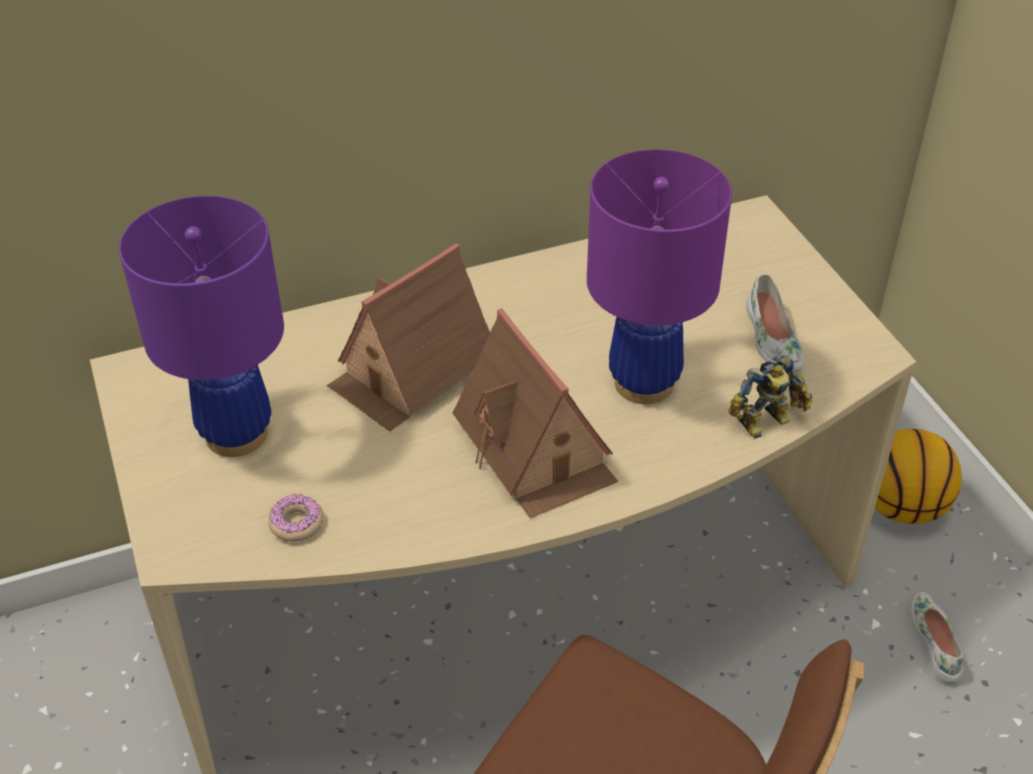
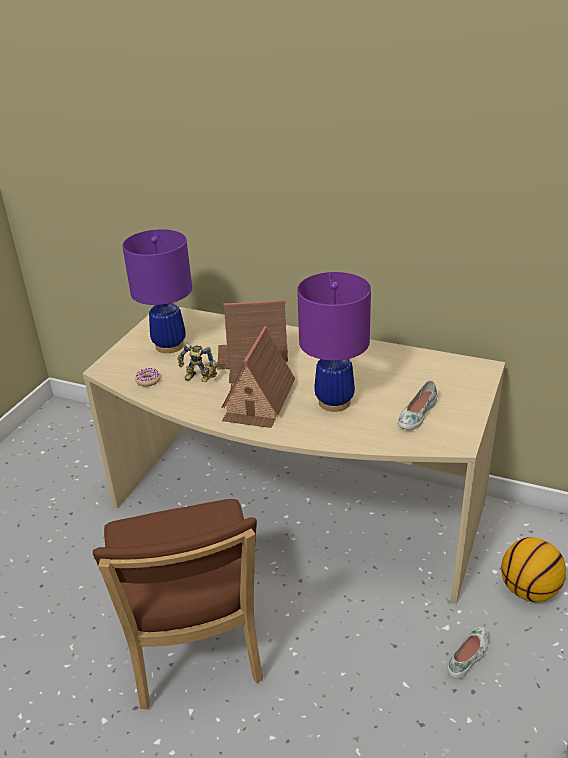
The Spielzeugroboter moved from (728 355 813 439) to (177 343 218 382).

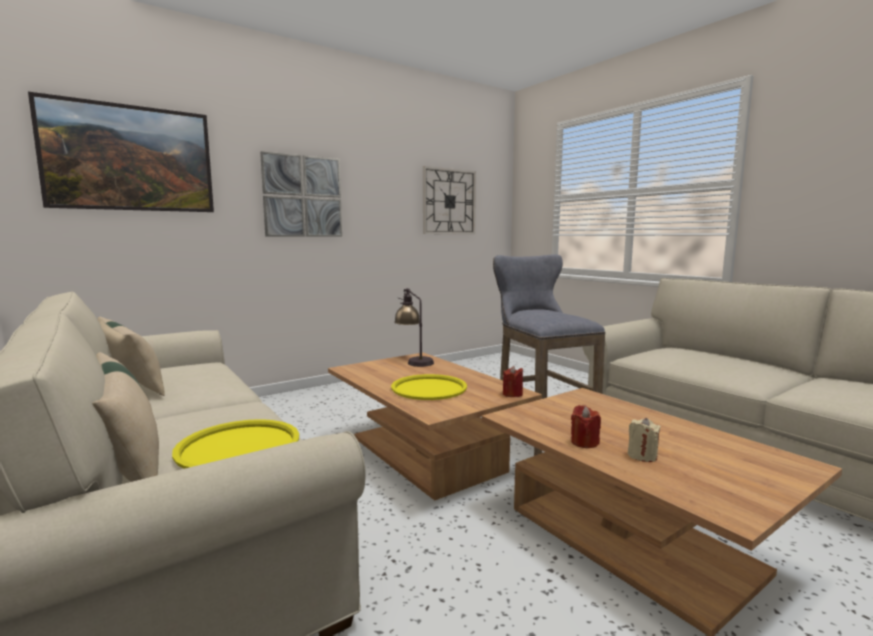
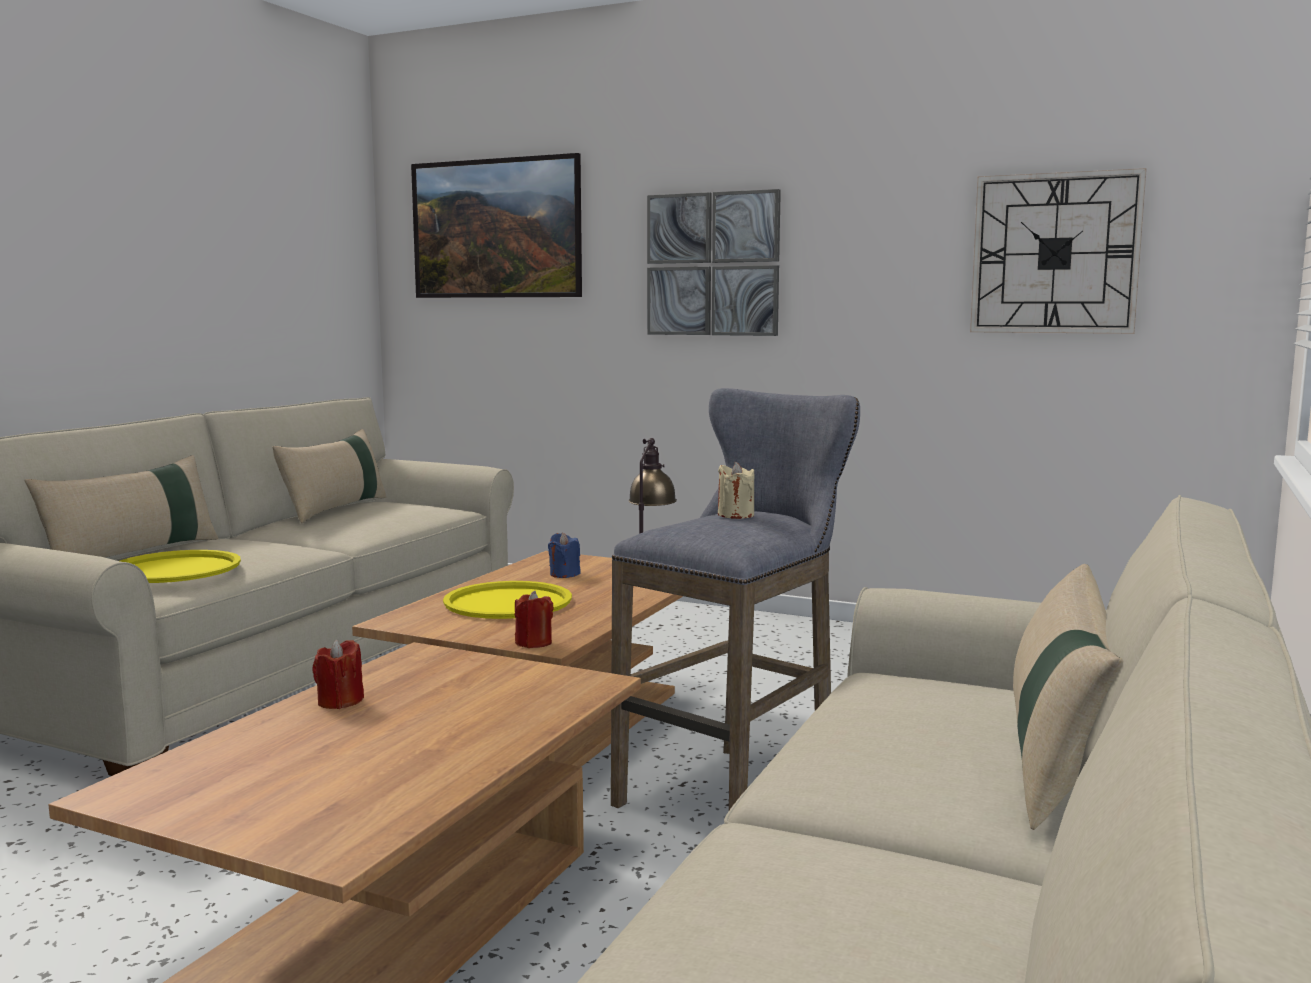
The Kerze (beige) moved from (628 418 661 462) to (718 462 755 519). The Kerze (blau) at (548 532 581 578) appeared. The Kissen (beige) at (1013 564 1123 830) appeared.

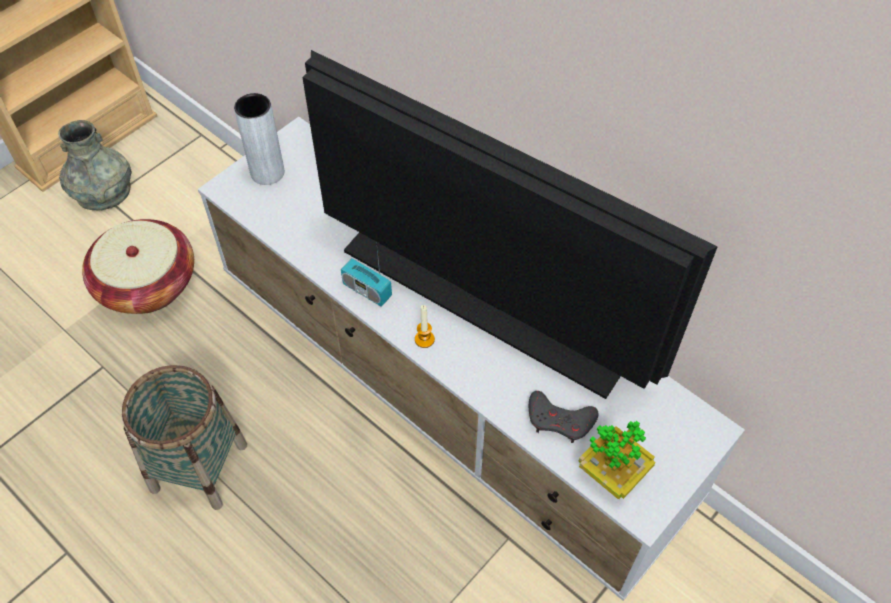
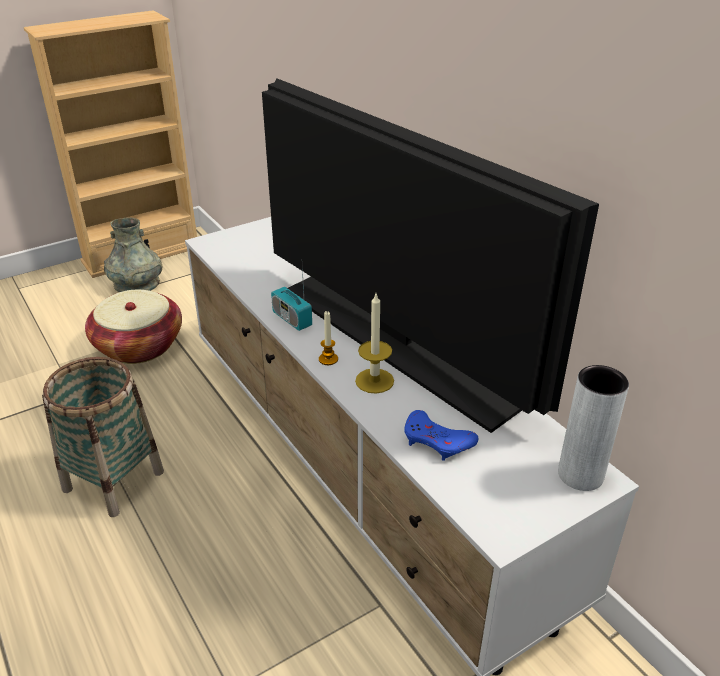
The Vase (grau) moved from (234 93 284 185) to (558 365 629 491). The Gamepad (grau) at (529 391 598 443) became the Gamepad (blau) at (404 410 478 461). The Topfpflanze at (578 421 655 499) disappeared. The Kerze at (355 294 394 394) appeared.

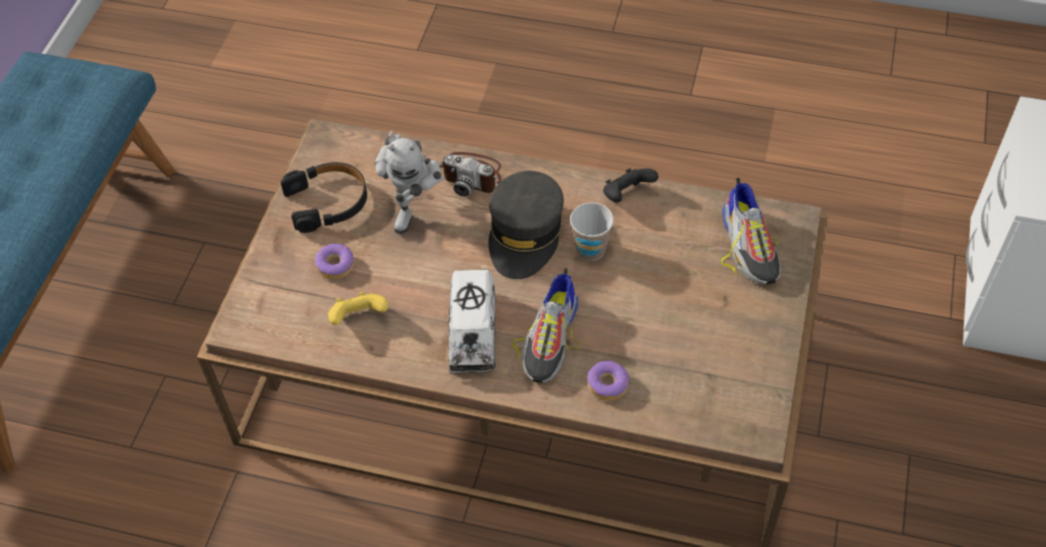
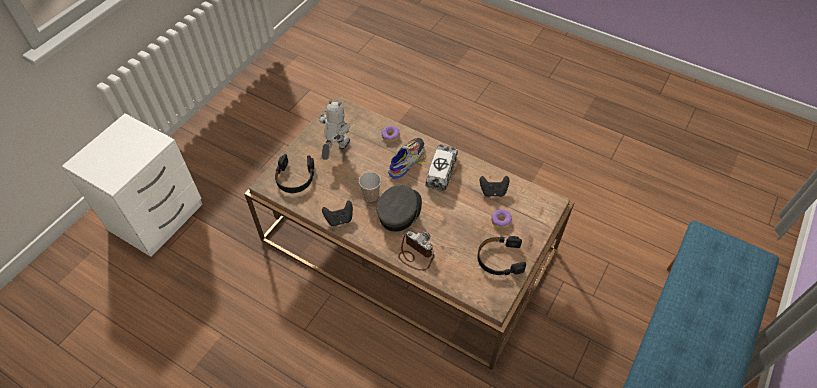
The Gamepad (gelb) at (328 292 388 325) became the Gamepad (schwarz) at (480 176 509 197). The Spielzeugroboter moved from (375 131 445 234) to (319 100 350 160). The Schuh at (721 178 781 284) was replaced by the Kopfhörer (schwarz) at (275 154 314 193).

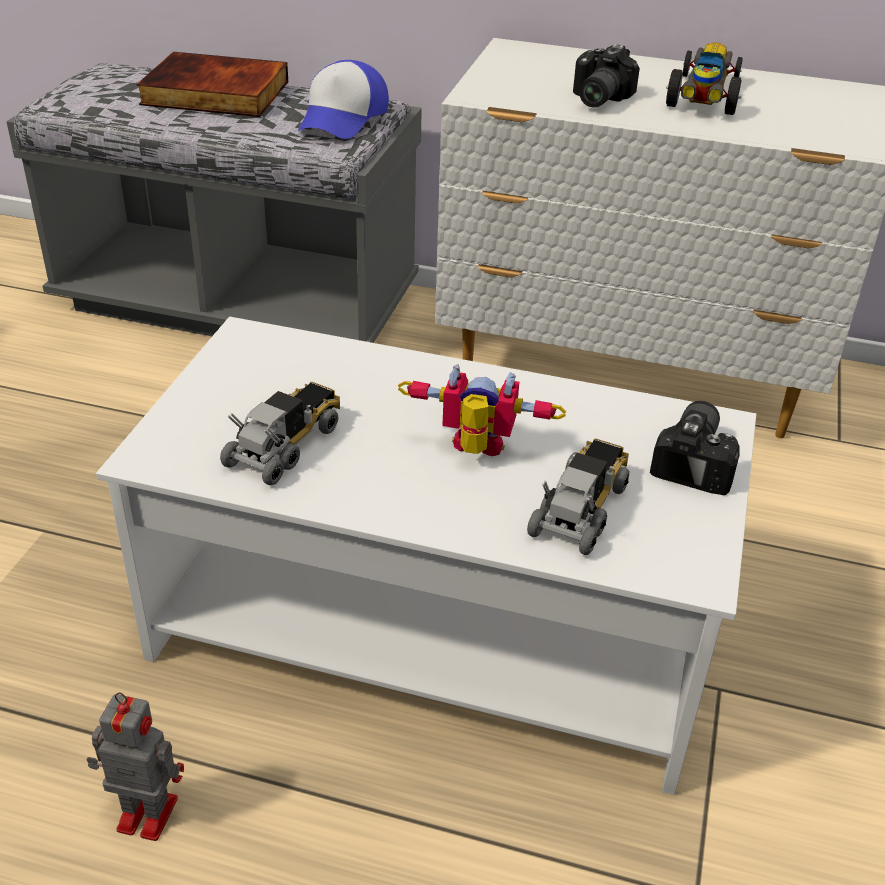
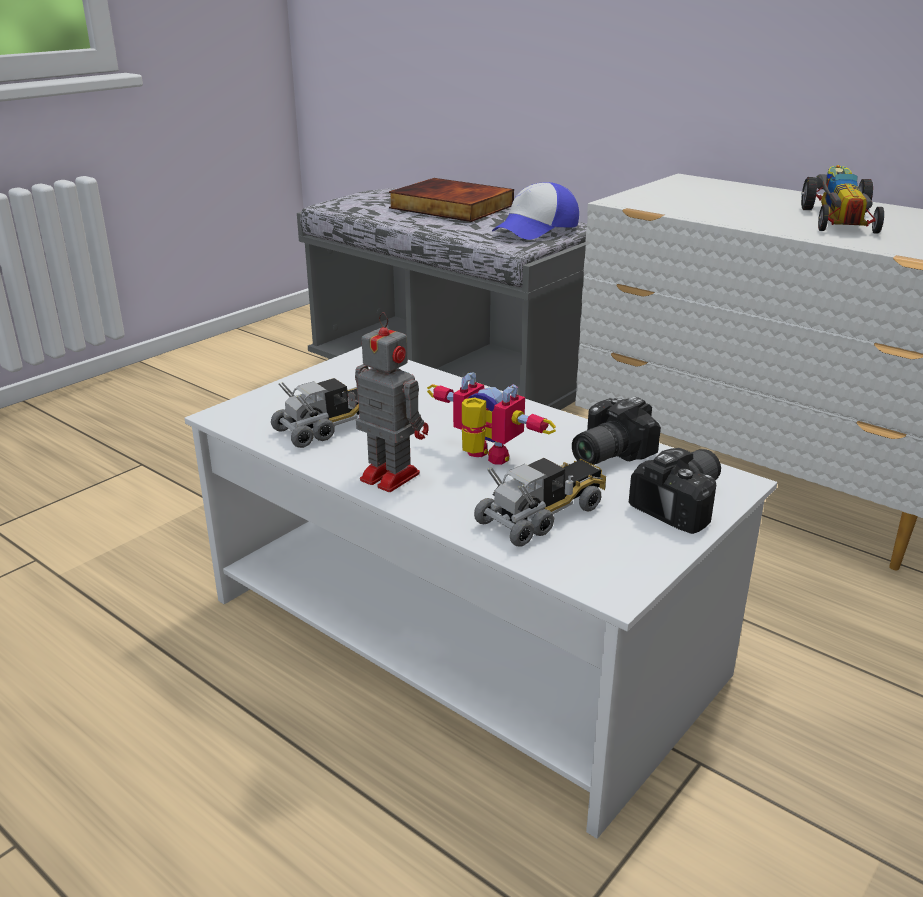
The Spielzeugroboter moved from (87 692 184 841) to (348 312 429 492). The Kamera moved from (573 44 640 107) to (572 397 661 466). The Spielzeugauto at (666 42 743 115) turned 150 degrees clockwise.

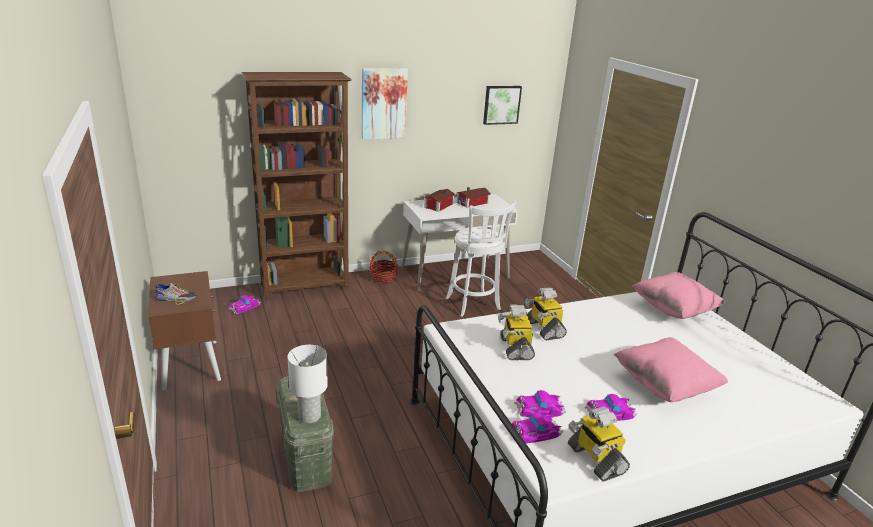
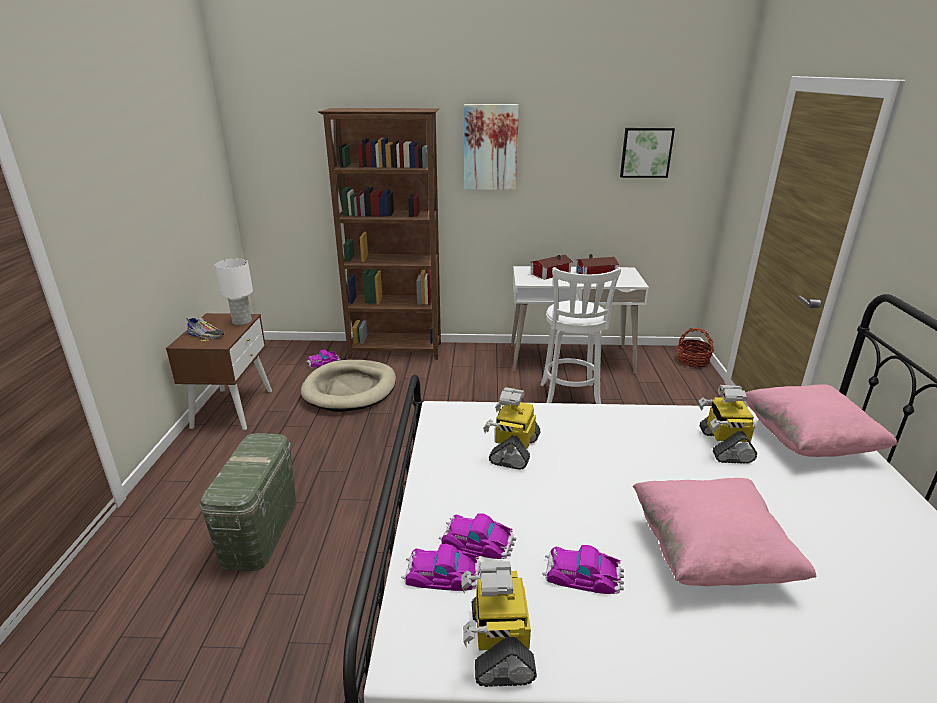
The Tischlampe (weiß) moved from (287 345 328 424) to (215 259 253 325). The Korb moved from (369 250 399 284) to (678 328 714 368). The Spielzeugroboter moved from (524 287 567 341) to (698 385 757 464). The Hundebett (beige) at (301 360 396 412) appeared.

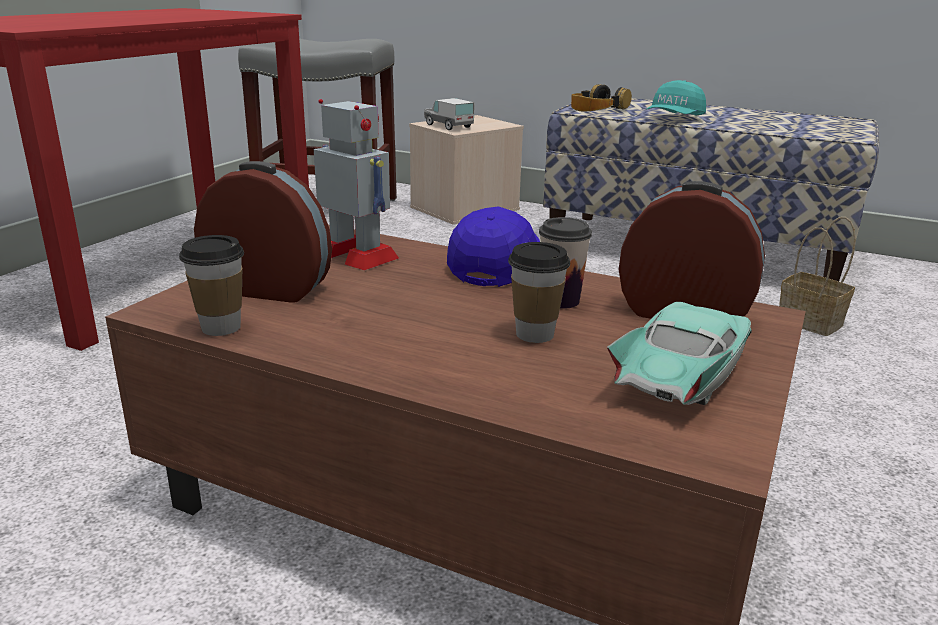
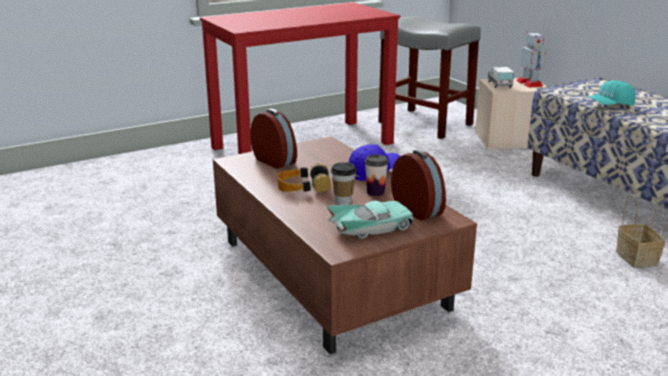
The Tasse at (179 235 244 336) disappeared. The Spielzeugroboter moved from (314 99 399 270) to (516 32 546 88). The Kopfhörer moved from (571 84 632 111) to (277 163 331 193).

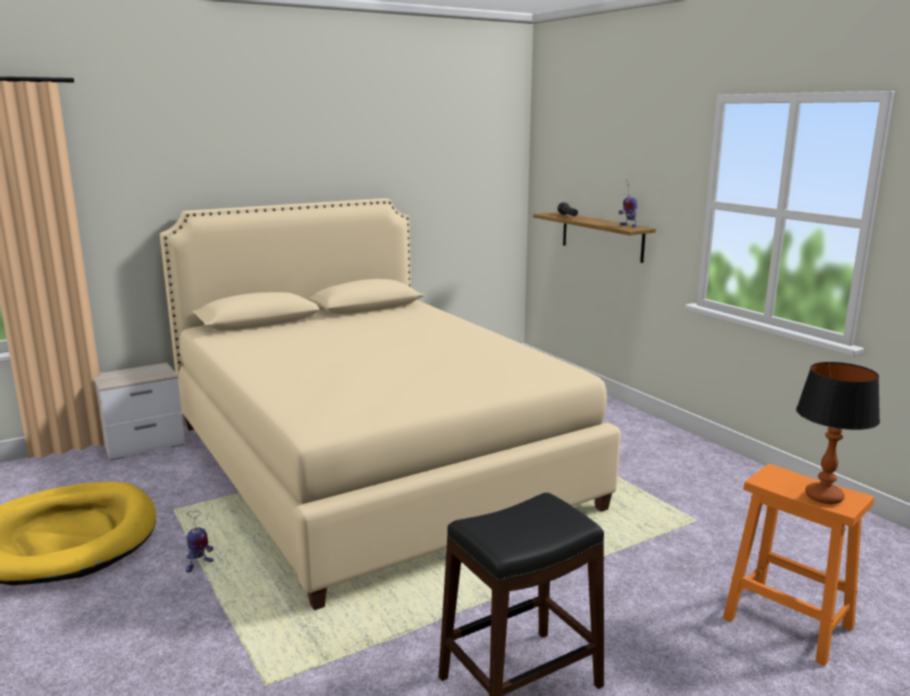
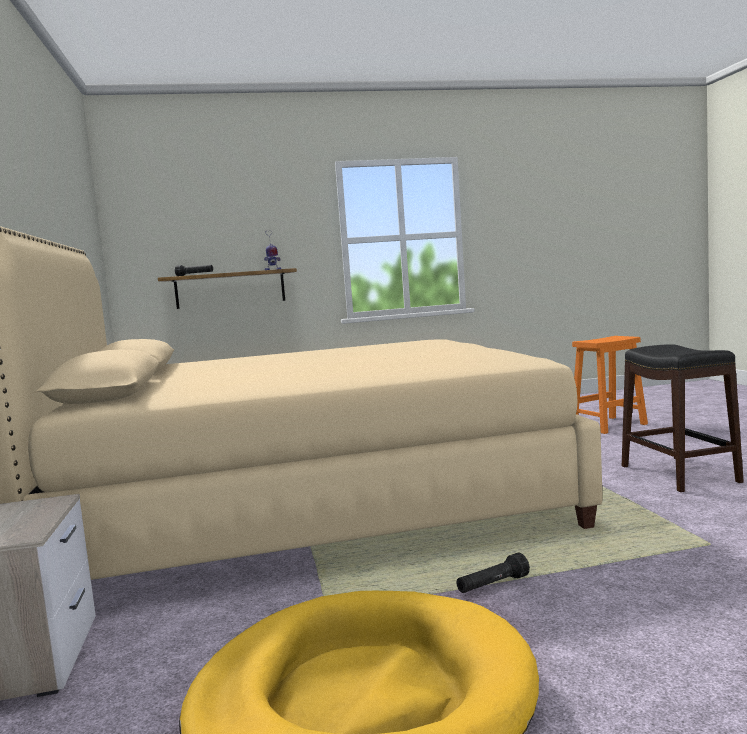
The Spielzeugroboter at (186 511 214 573) was replaced by the Taschenlampe (schwarz) at (457 553 530 593). The Tischlampe at (796 362 880 504) disappeared.

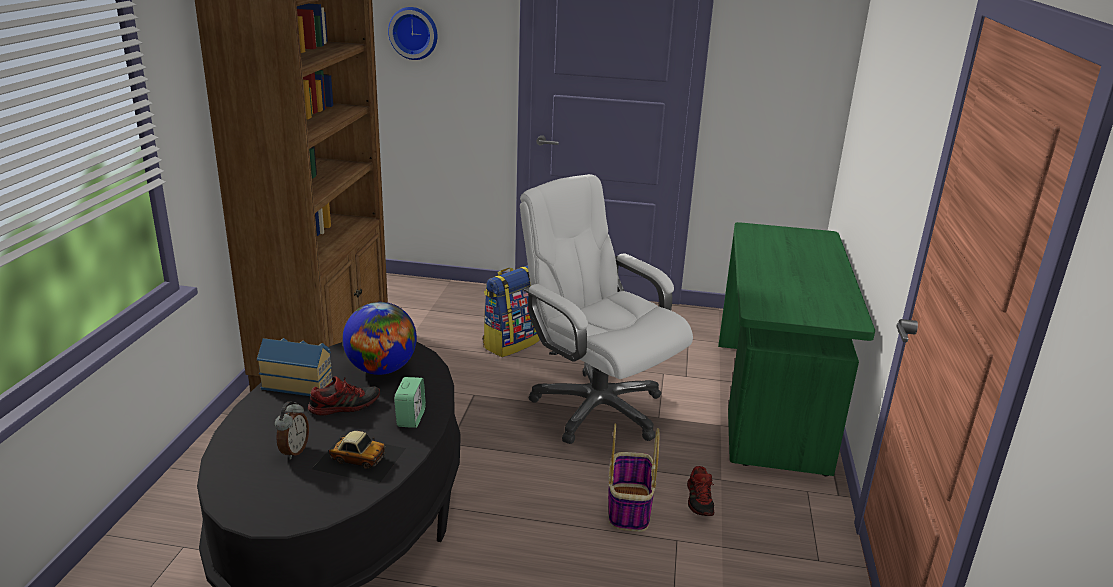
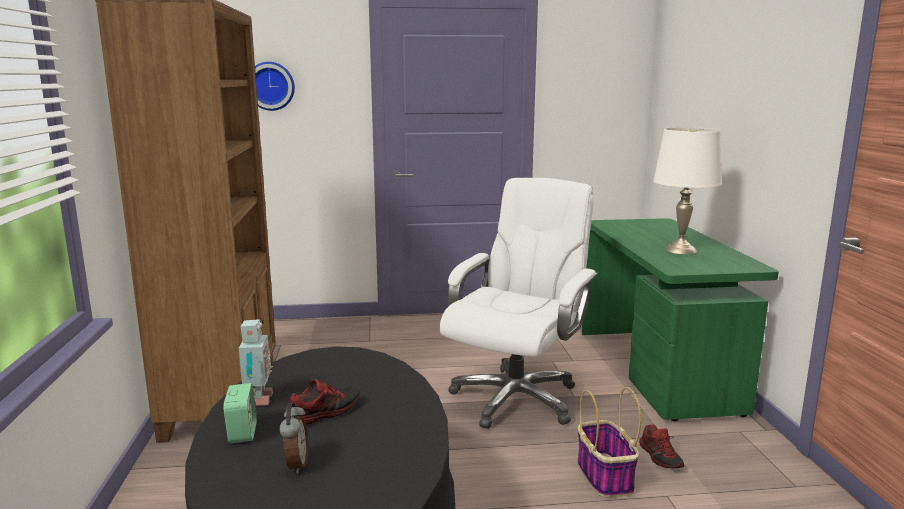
The Spielzeughaus at (257 338 333 396) was replaced by the Spielzeugroboter at (239 319 273 406). The Spielzeugauto at (312 431 406 484) disappeared. The Globus at (342 302 417 375) disappeared. The Wecker moved from (394 377 426 428) to (223 383 257 443). The Rucksack at (483 265 540 357) disappeared. The Bürostuhl (weiß) at (520 174 693 444) turned 90 degrees clockwise. The Tischlampe (weiß) at (653 127 722 254) appeared.

